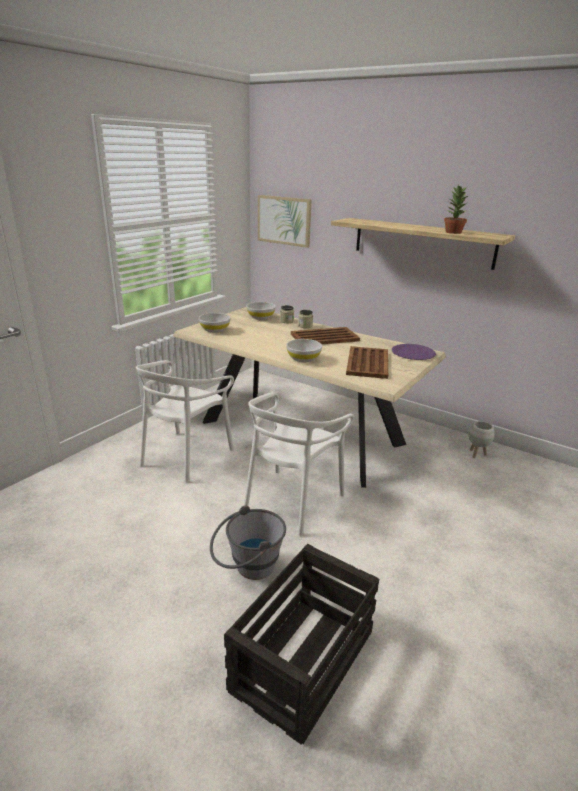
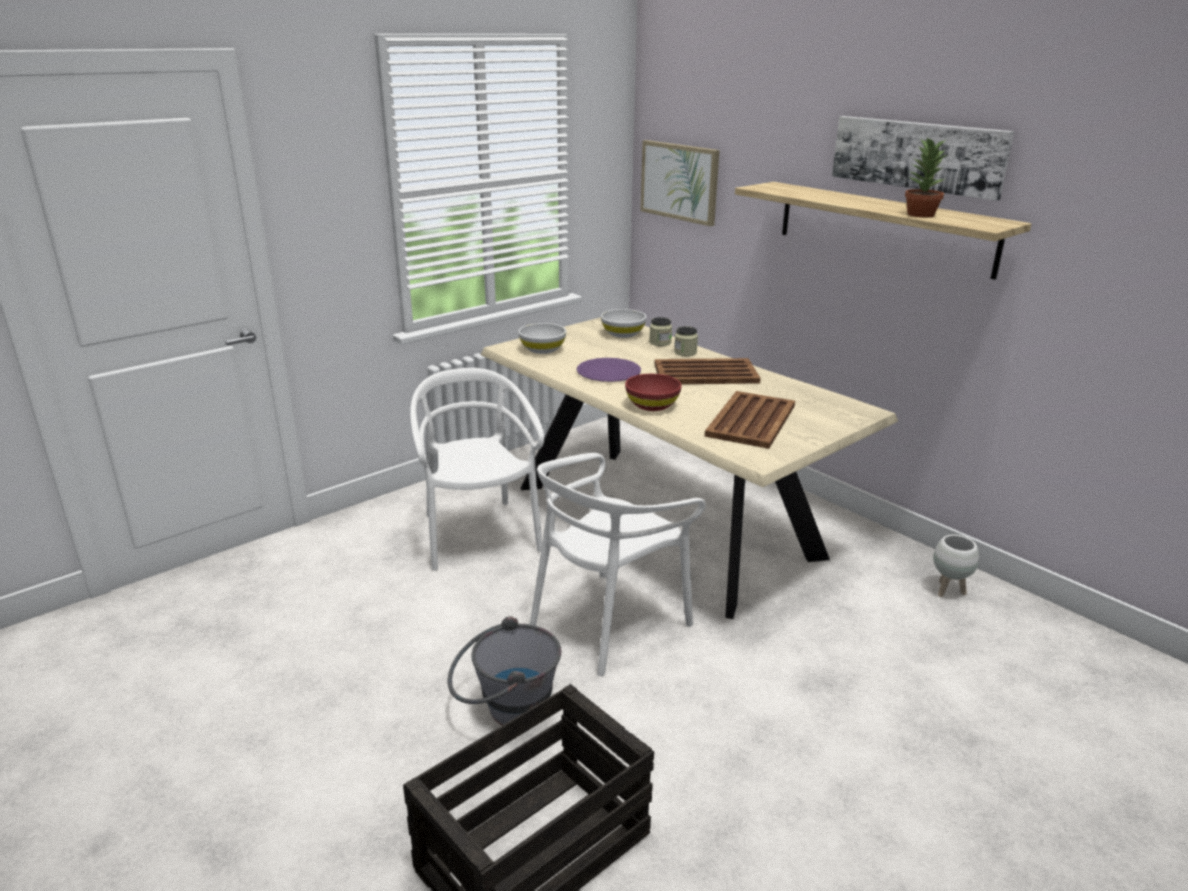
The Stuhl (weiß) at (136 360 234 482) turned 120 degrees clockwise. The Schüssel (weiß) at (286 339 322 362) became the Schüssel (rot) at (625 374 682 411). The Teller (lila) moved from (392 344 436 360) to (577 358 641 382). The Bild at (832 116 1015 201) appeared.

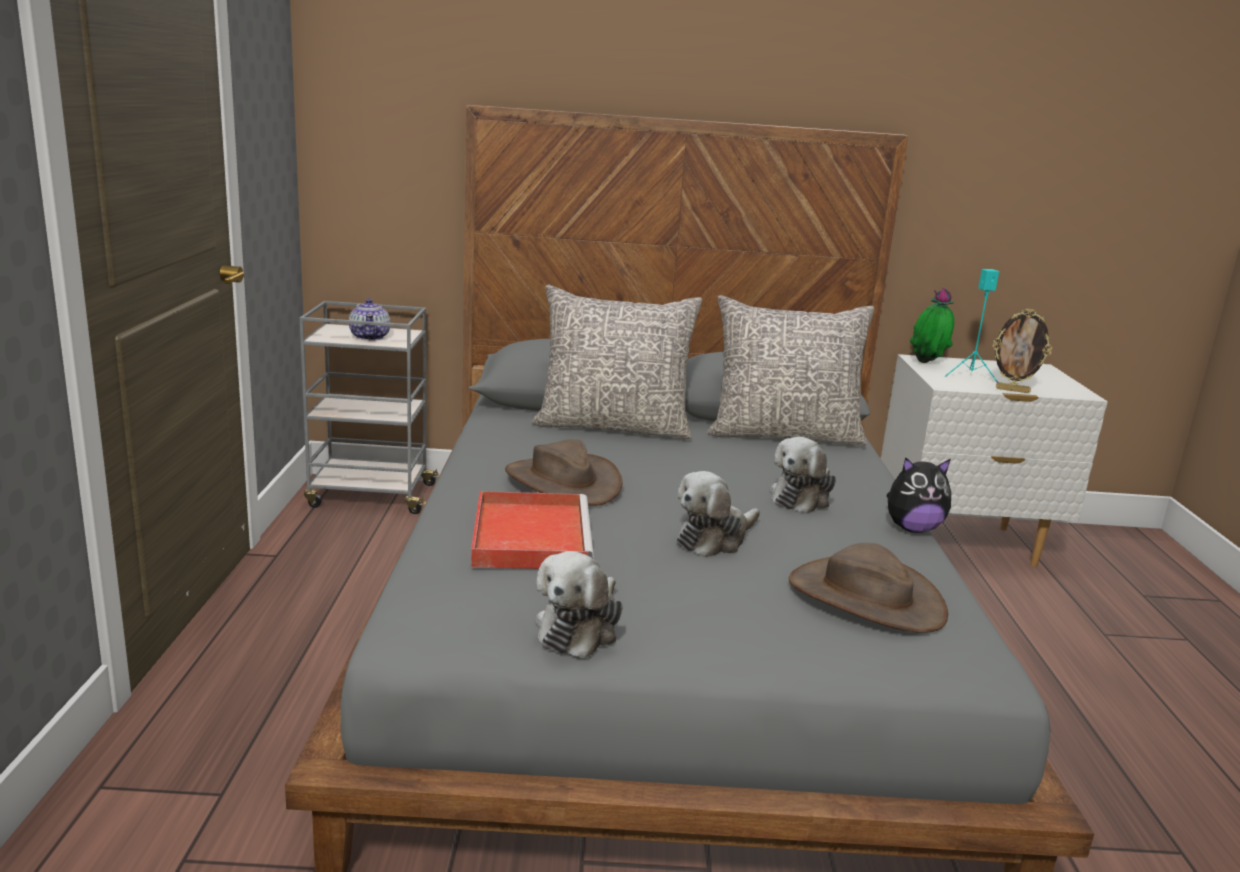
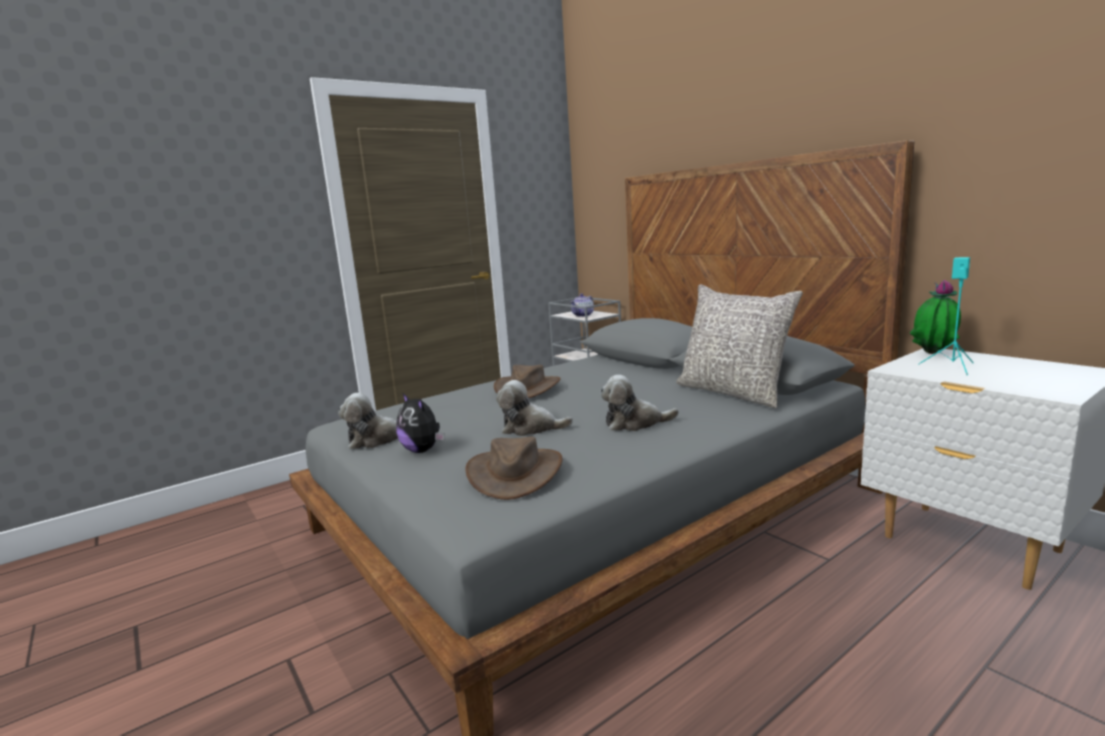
The Tablett (rot) at (471 491 594 569) disappeared. The Kissen (grau) at (531 284 703 439) disappeared. The Plüschtier moved from (887 457 951 533) to (397 392 444 453). The Bilderrahmen at (993 309 1052 393) disappeared.

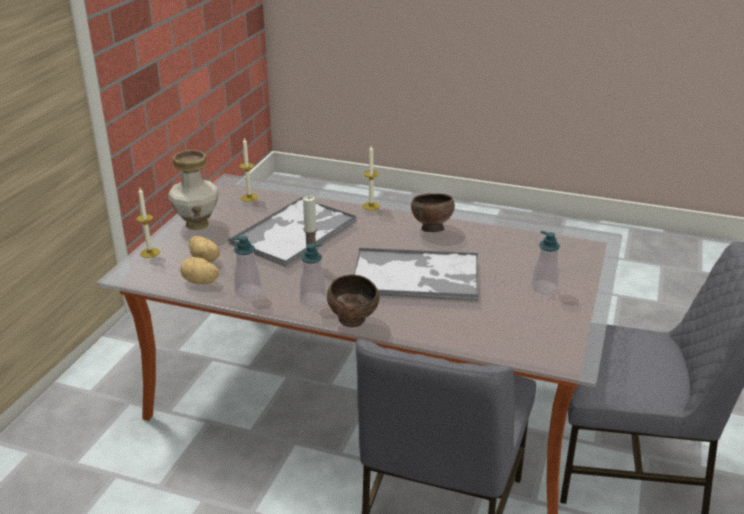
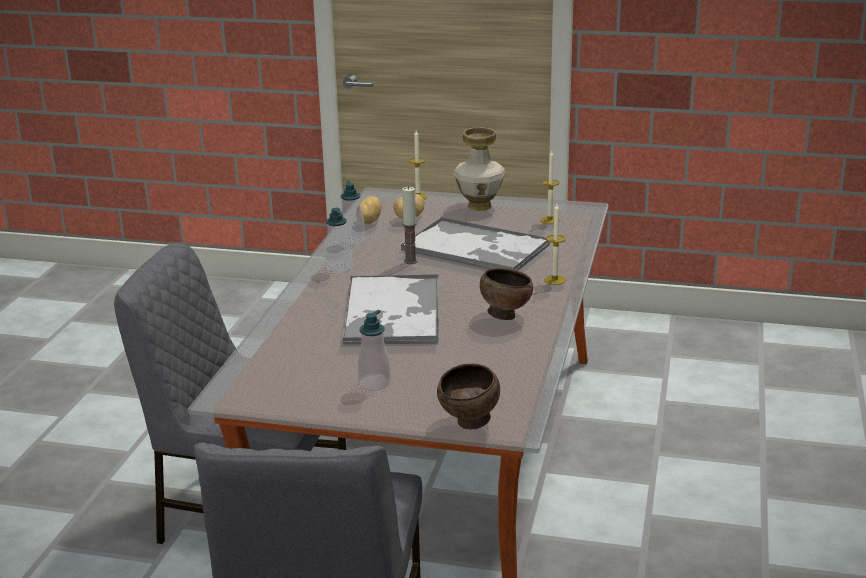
The Schüssel (braun) moved from (327 275 380 328) to (437 364 500 430).

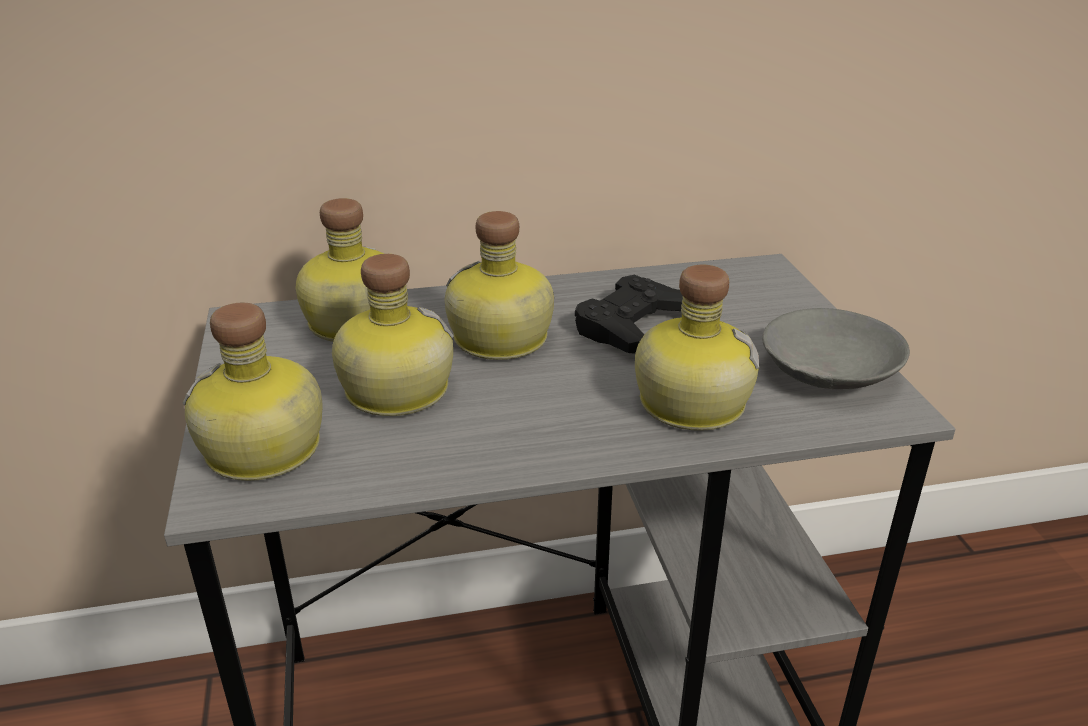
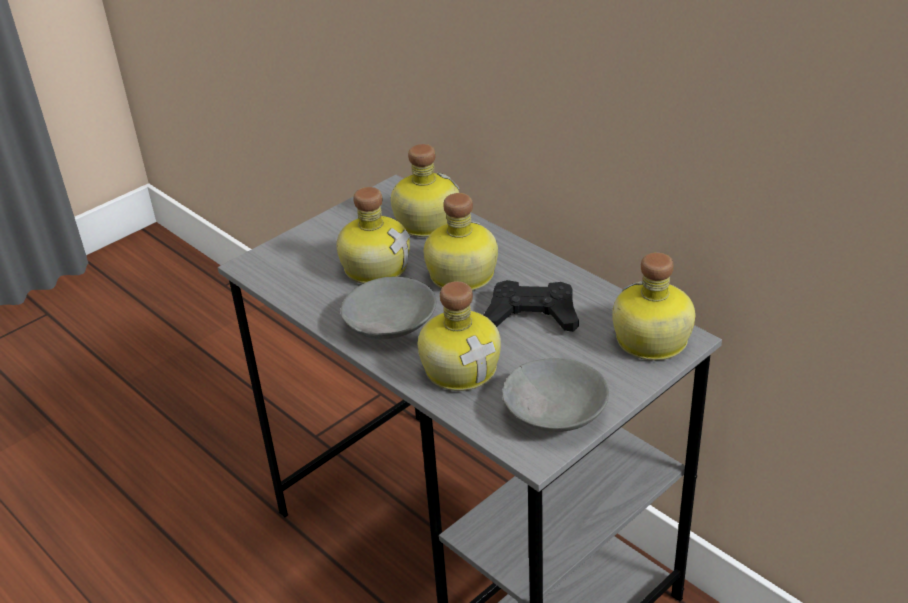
The Flasche moved from (182 302 323 481) to (612 252 695 360). The Schüssel (grau) at (341 277 436 340) appeared.

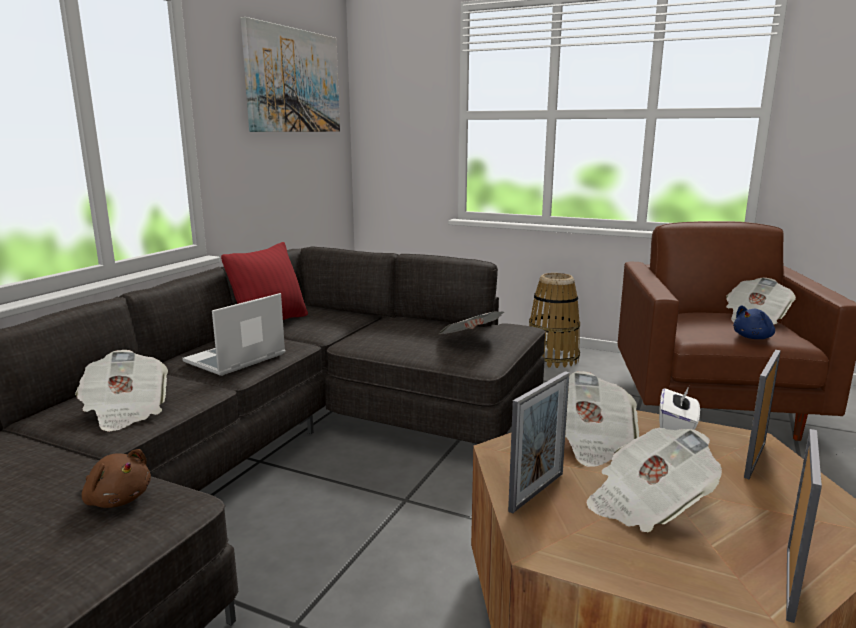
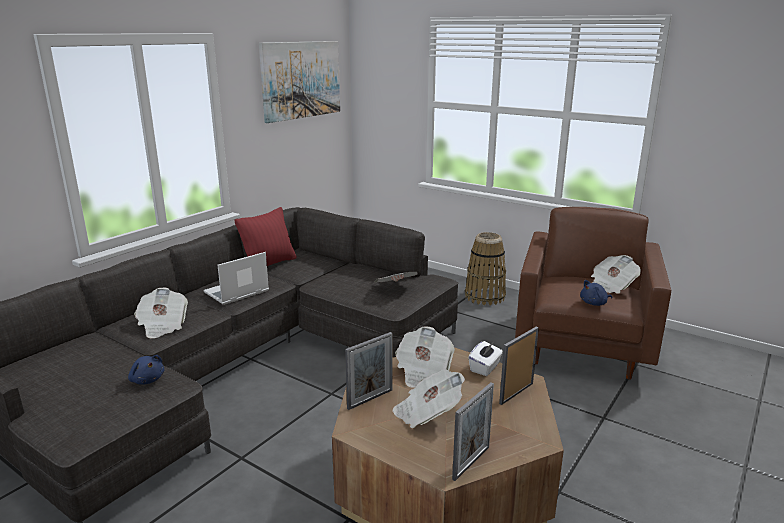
The Plüschtier (braun) at (82 449 151 508) became the Plüschtier (blau) at (128 355 164 385).

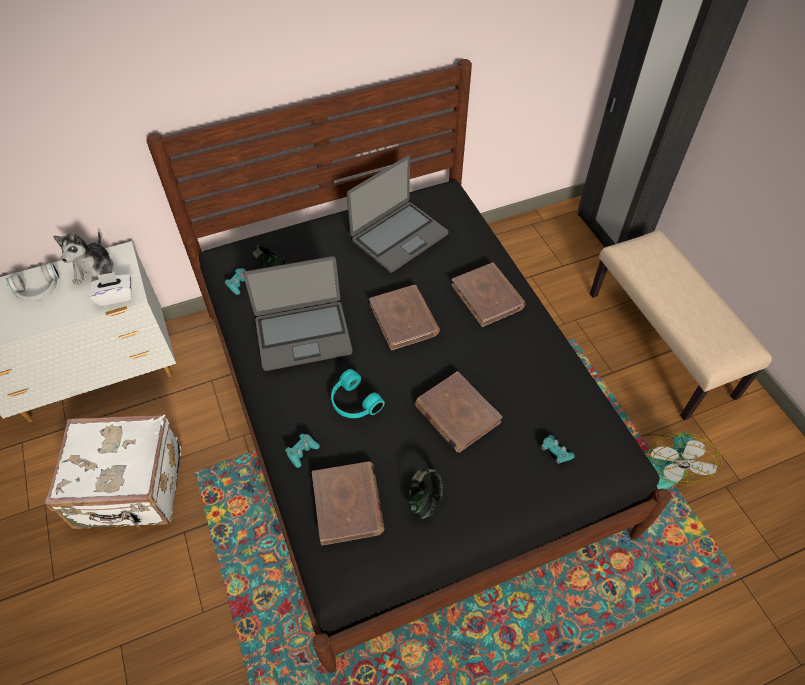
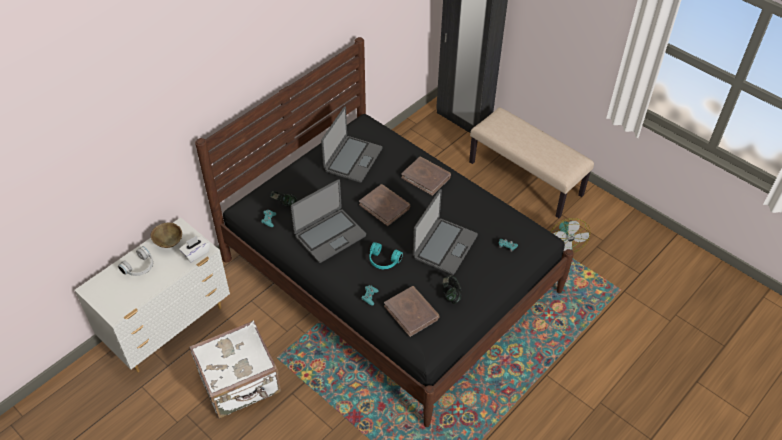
The Plüschtier at (53 232 113 284) was replaced by the Schüssel (braun) at (151 223 182 248). The Buch (braun) at (415 371 502 453) was replaced by the Laptop at (413 189 478 275).

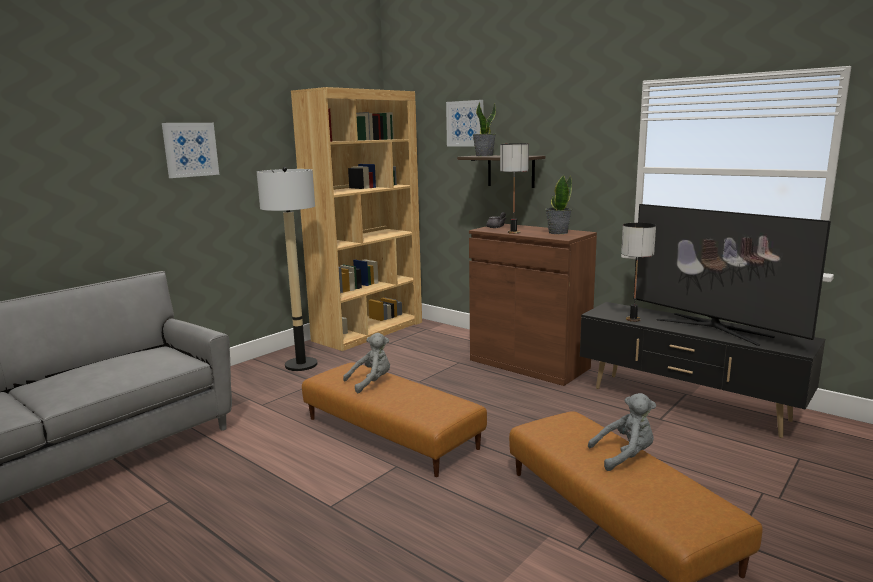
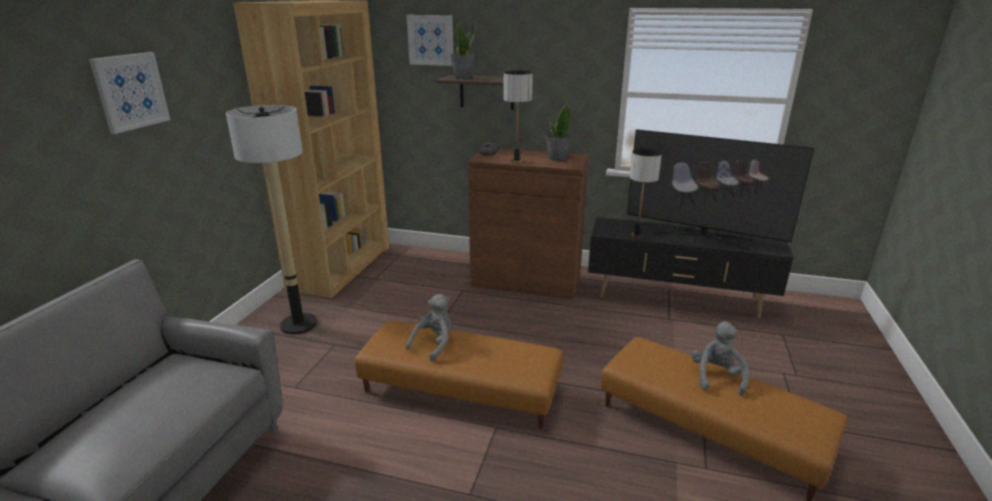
The Plüschtier (grau) at (588 393 656 471) turned 45 degrees counterclockwise.

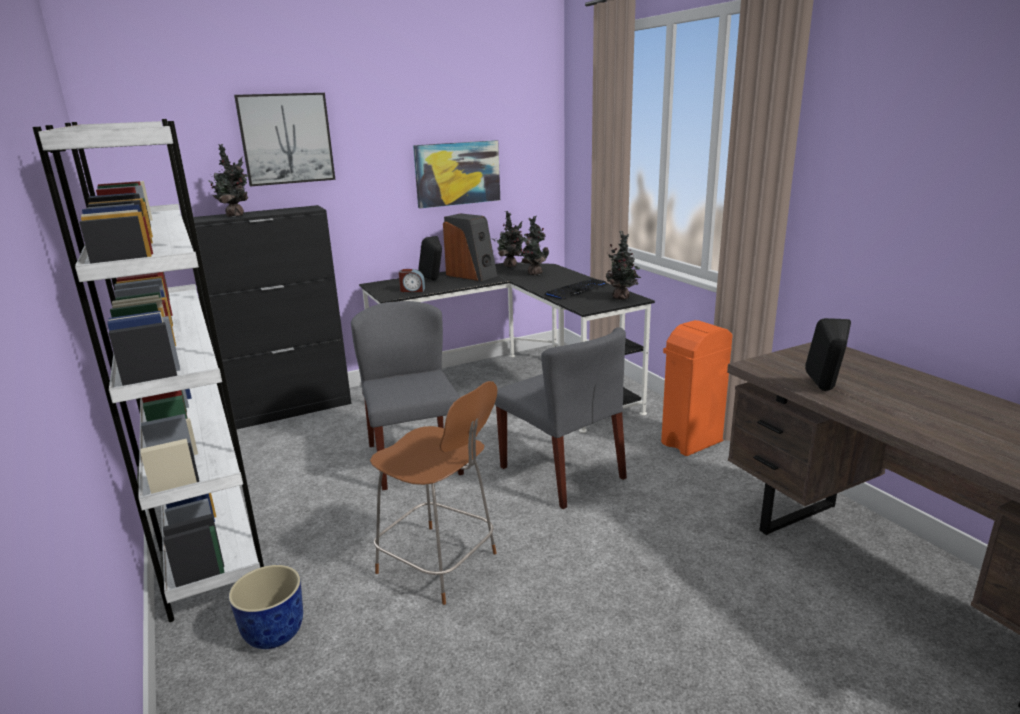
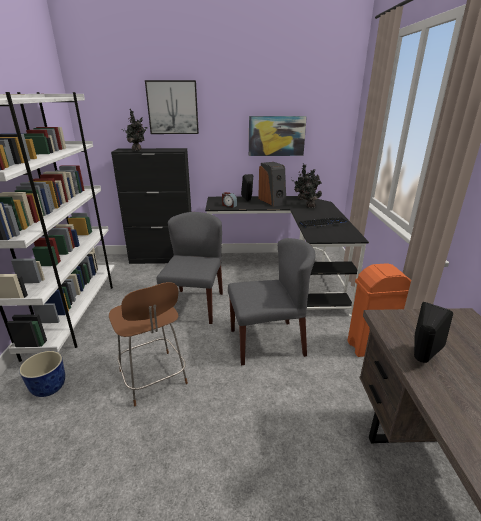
The Stuhl (grau) at (495 327 627 509) turned 90 degrees counterclockwise. The Topfpflanze at (606 231 641 300) disappeared.

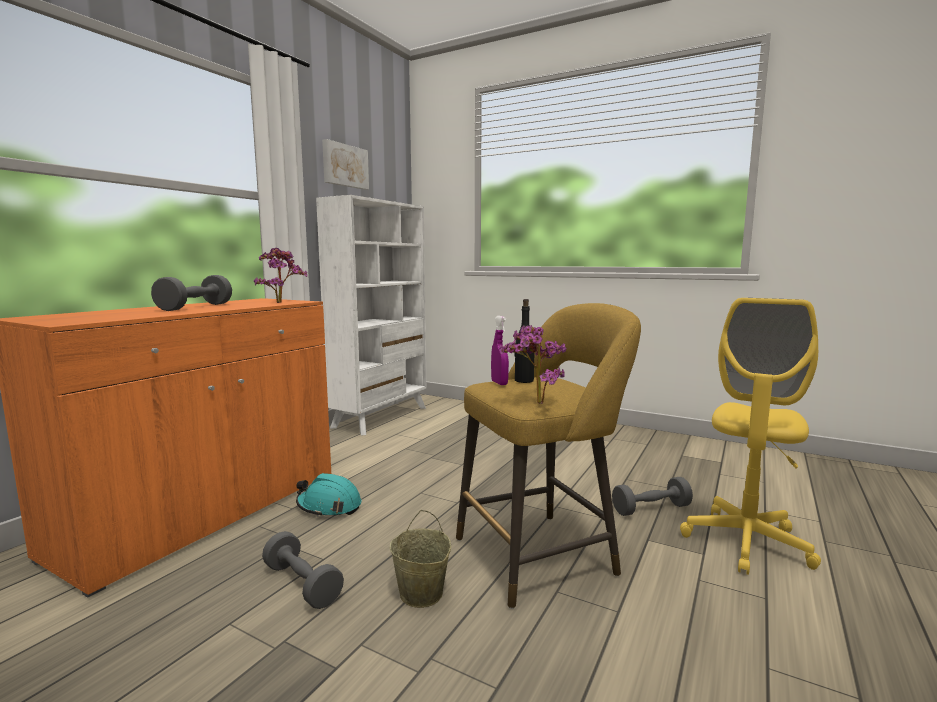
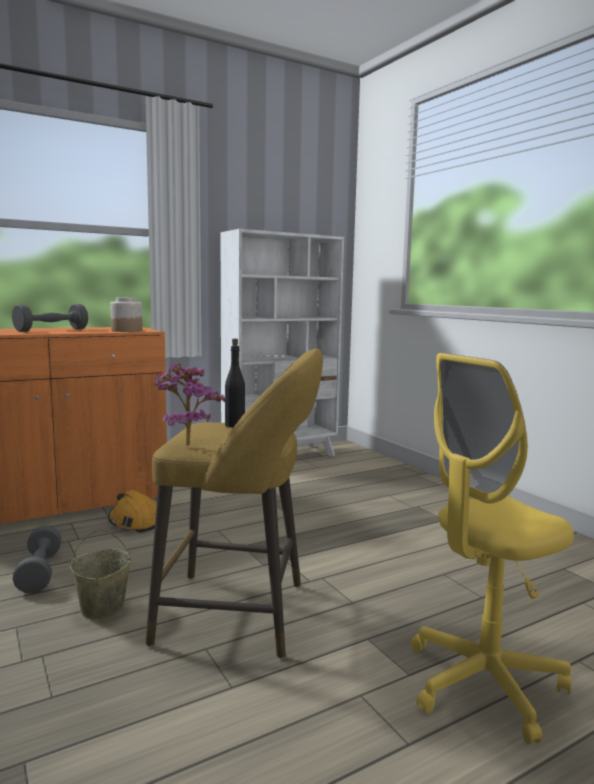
The Topfpflanze at (254 248 307 303) was replaced by the Vorratsglas at (110 297 143 332). The Schutzhelm (türkis) at (296 473 361 517) became the Schutzhelm (orange) at (108 490 157 533). The Bild at (322 139 369 190) disappeared. The Sprühflasche (lila) at (491 316 509 385) disappeared. The Hantel (grau) at (612 477 693 516) disappeared.

